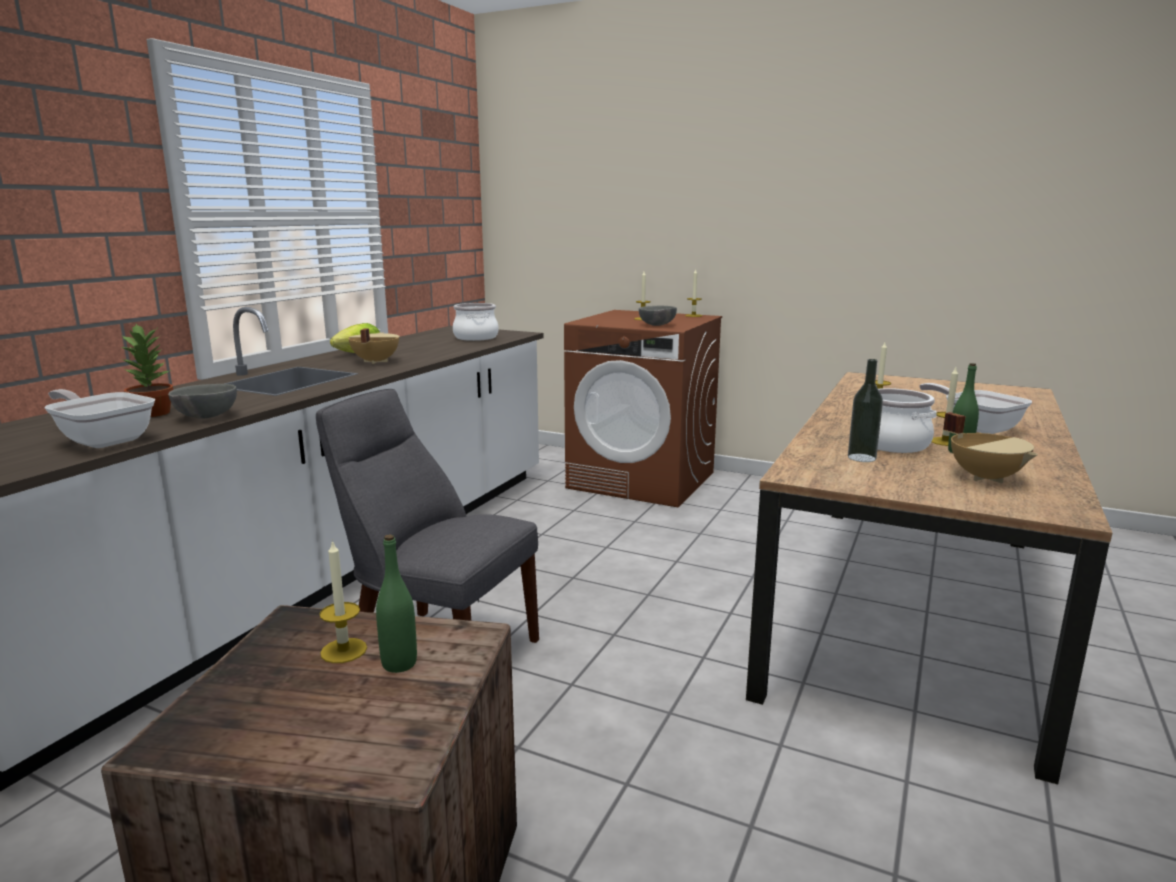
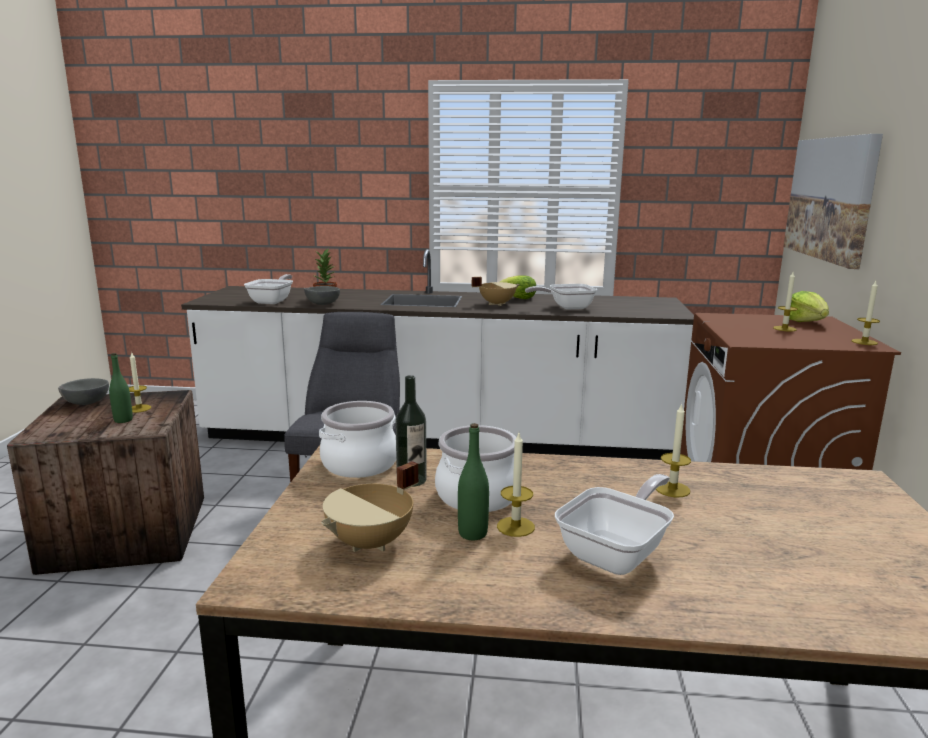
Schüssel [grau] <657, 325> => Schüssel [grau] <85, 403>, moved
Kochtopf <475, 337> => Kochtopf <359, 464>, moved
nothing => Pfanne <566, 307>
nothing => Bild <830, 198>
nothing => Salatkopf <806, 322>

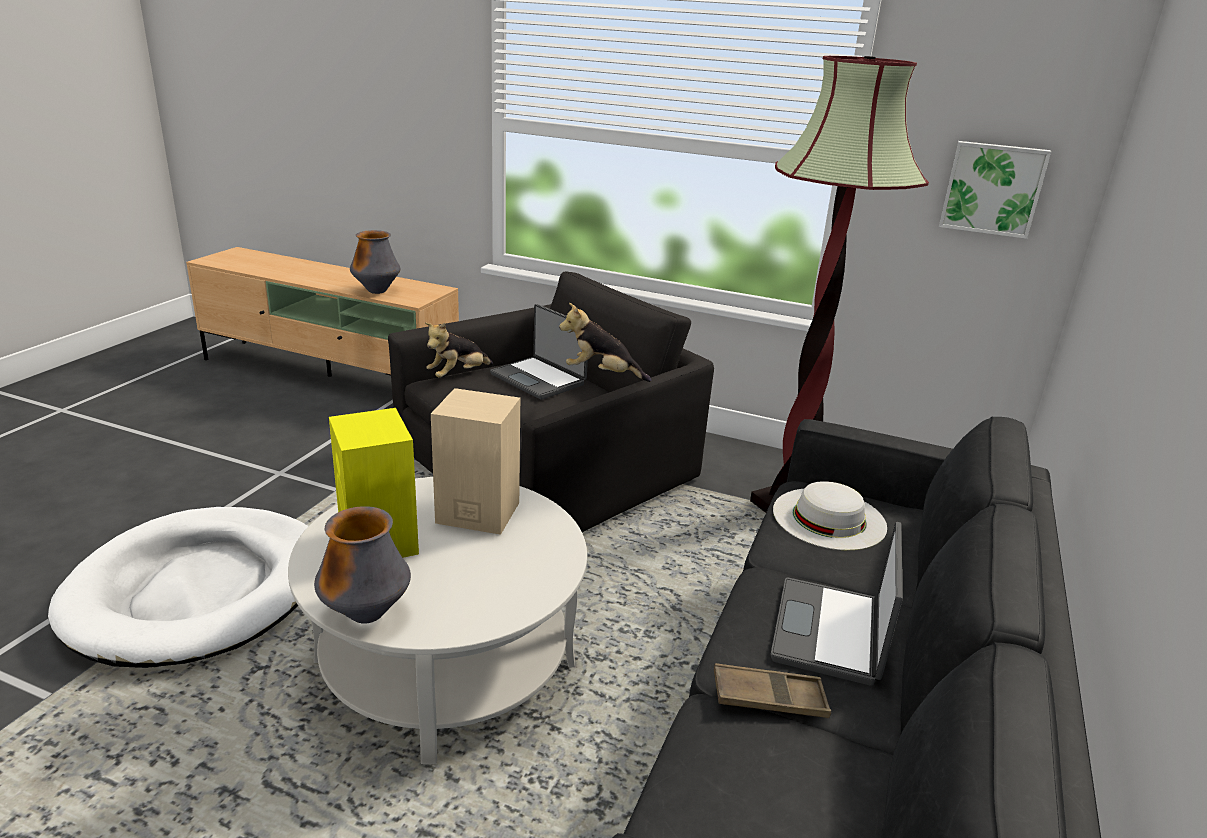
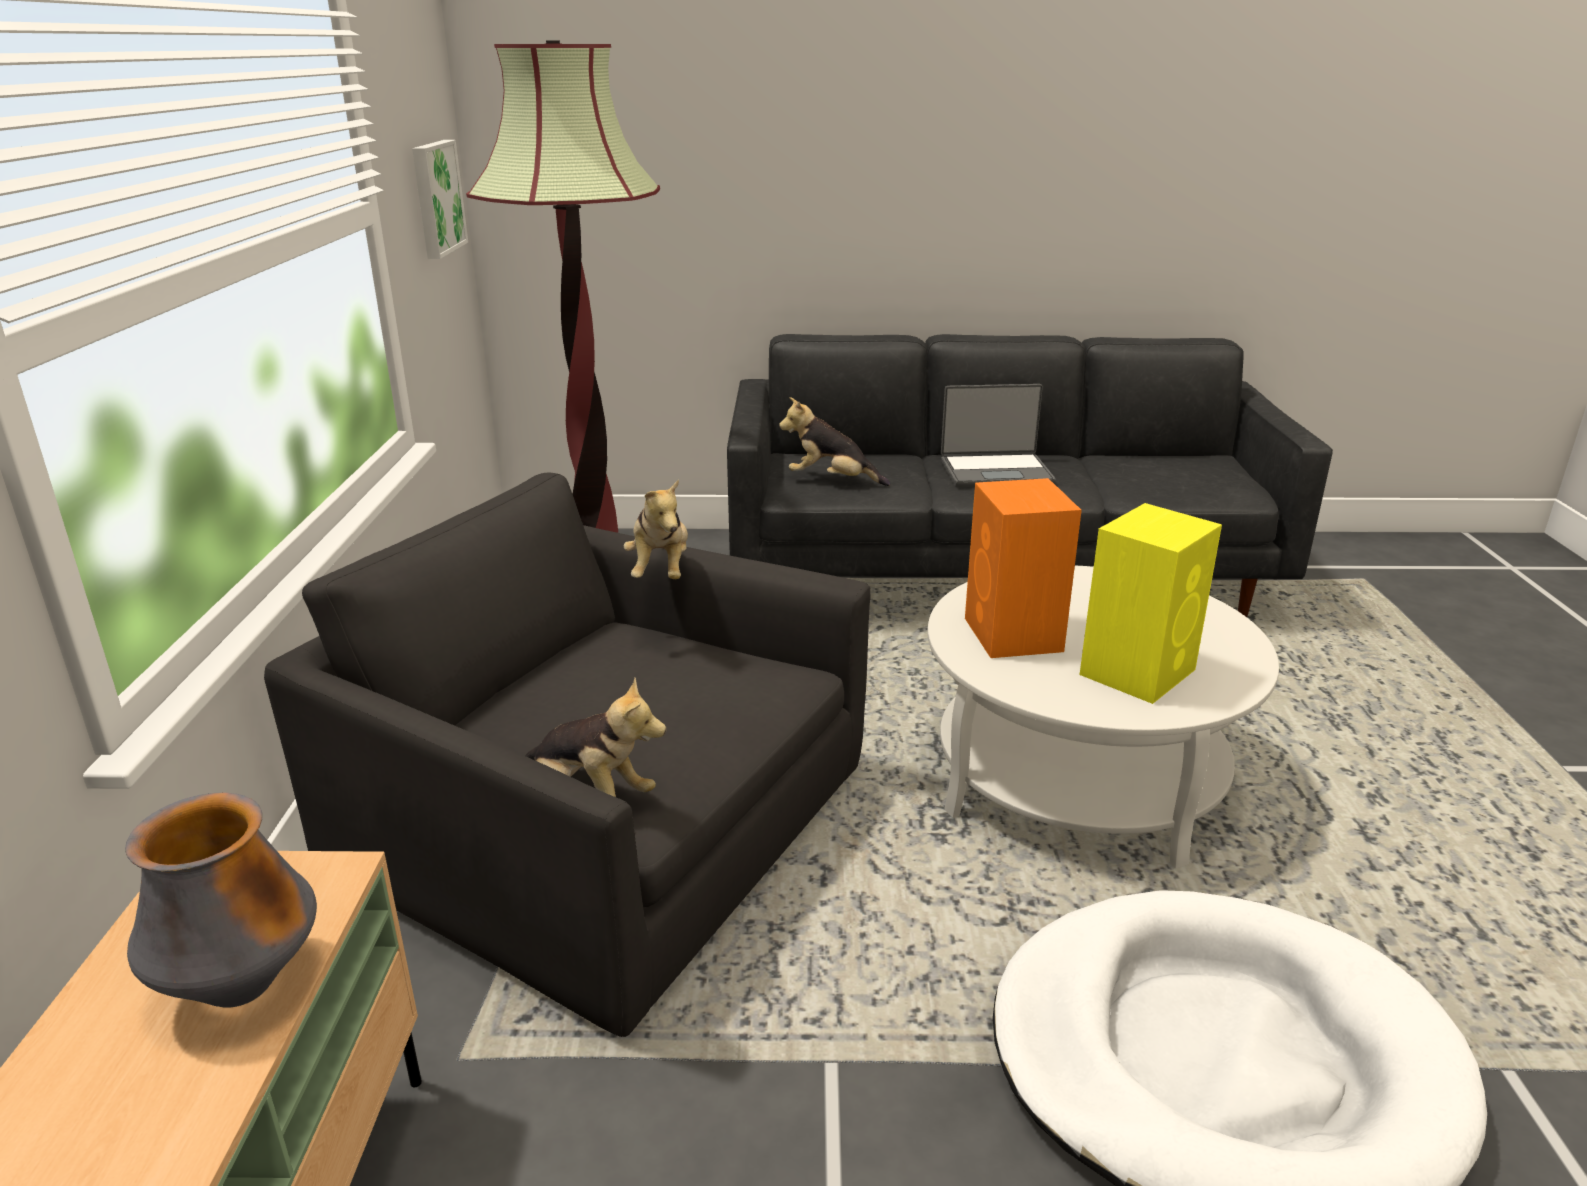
Hut [weiß] <829, 518> => Plüschtier <831, 481>
Lautsprecher [beige] <476, 512> => Lautsprecher [orange] <1014, 636>
Vase <366, 614> => nothing
Laptop <539, 379> => nothing
Tablett [braun] <769, 698> => nothing

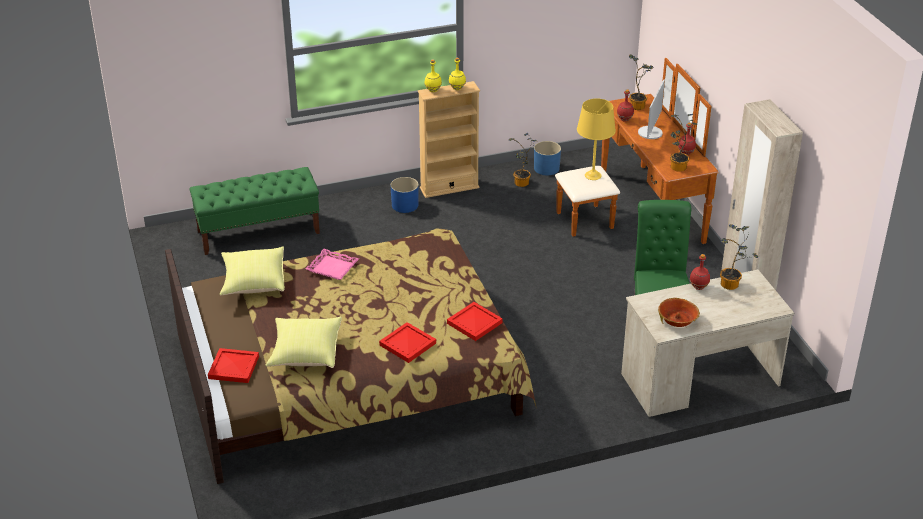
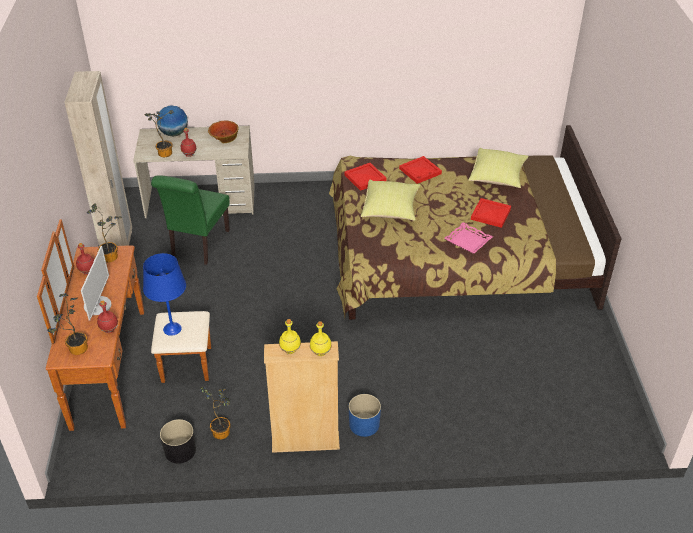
Monitor <650, 133> => Monitor <98, 305>, 150 degrees clockwise
Tischlampe [gelb] <592, 175> => Tischlampe [blau] <172, 329>
nothing => Globus <174, 133>
Pflanzkübel [blau] <546, 168> => Pflanzkübel [schwarz] <180, 450>
Kissen [gelb] <253, 282> => Kissen [gelb] <390, 210>, moved
Tablett [rot] <234, 367> => Tablett [rot] <490, 214>, moved
Bank [grün] <259, 232> => nothing

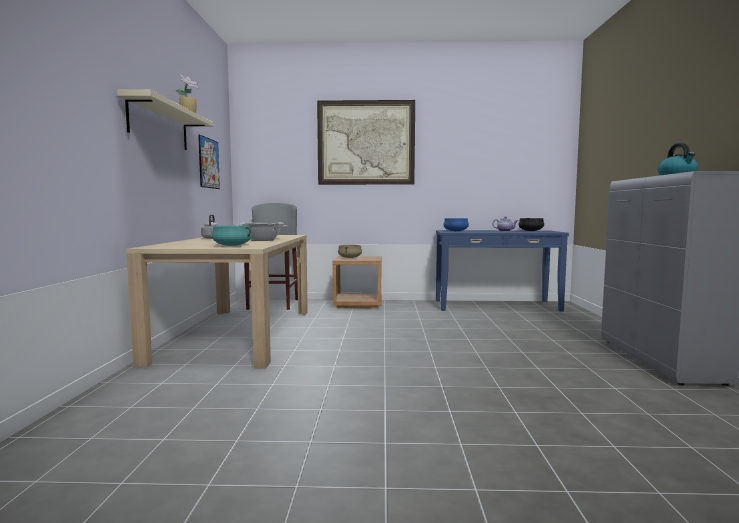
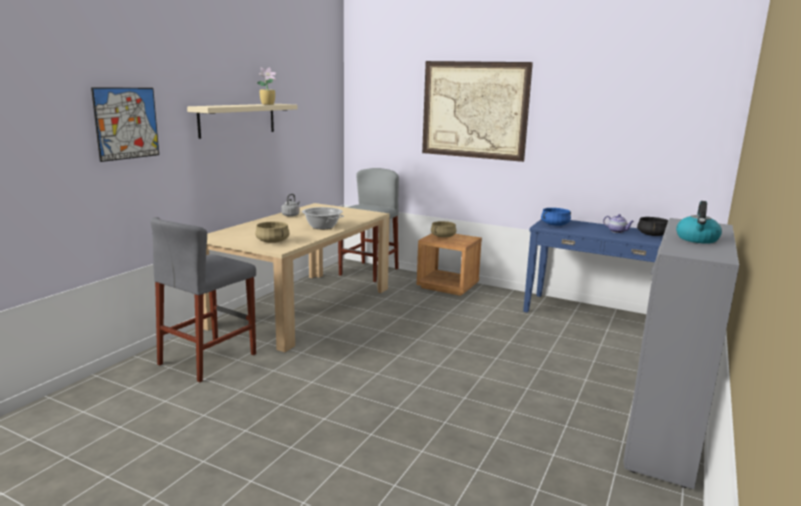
Bild <209, 163> => Bild <126, 123>, moved
nothing => Hocker [grau] <208, 359>
Kochtopf [türkis] <232, 245> => Kochtopf [beige] <273, 241>

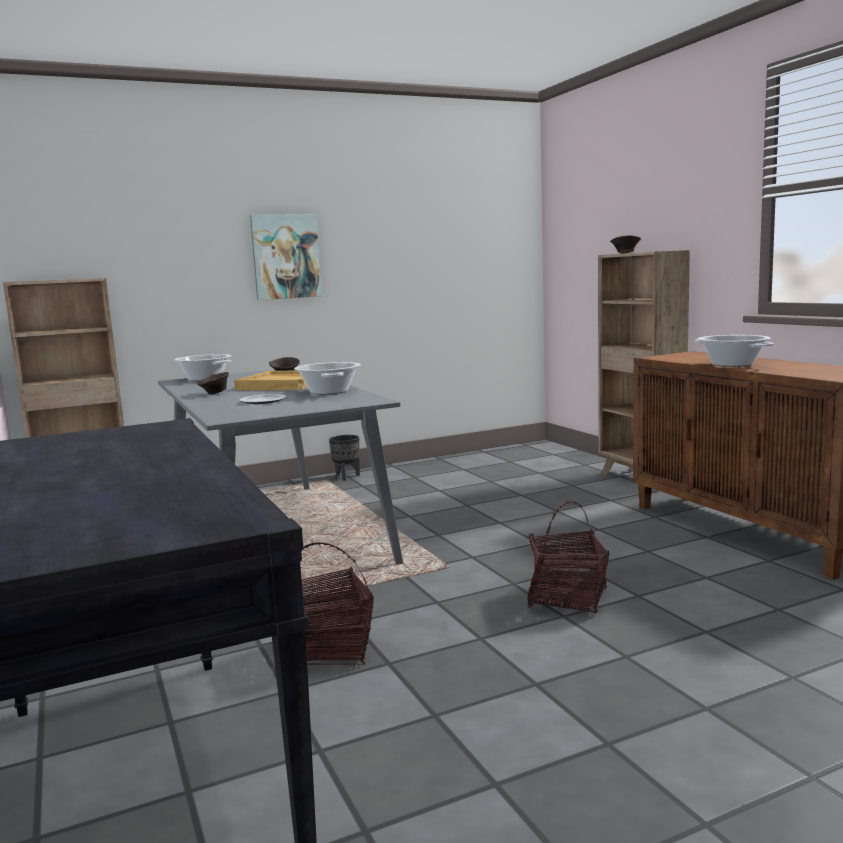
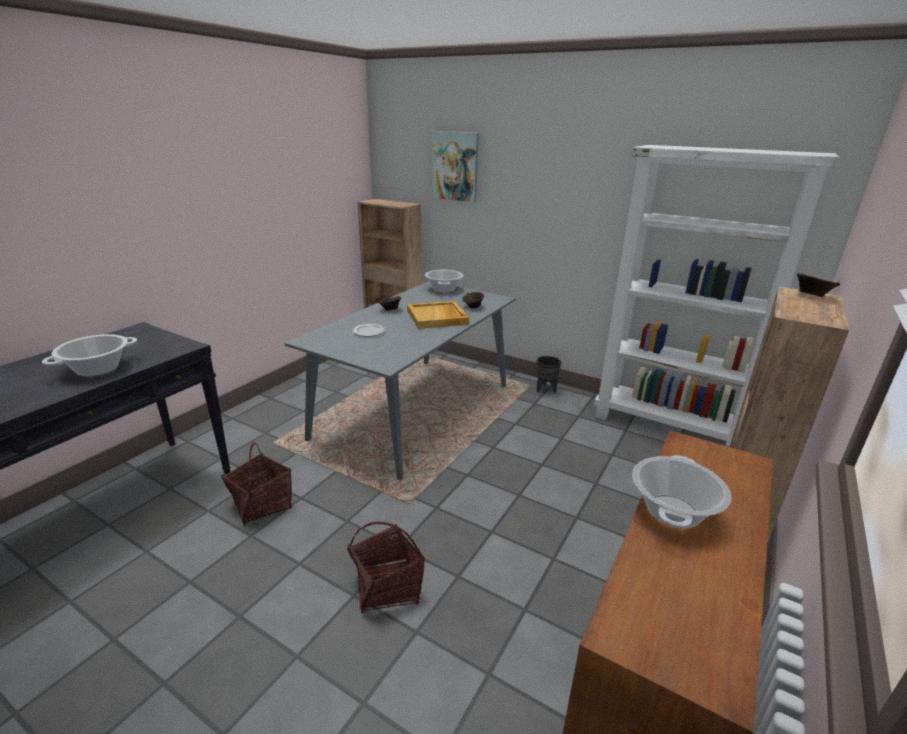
Kochtopf <328, 392> => Kochtopf <97, 369>, moved
Bild <286, 256> => Bild <455, 166>, moved
nothing => Bücherregal [weiß] <667, 426>

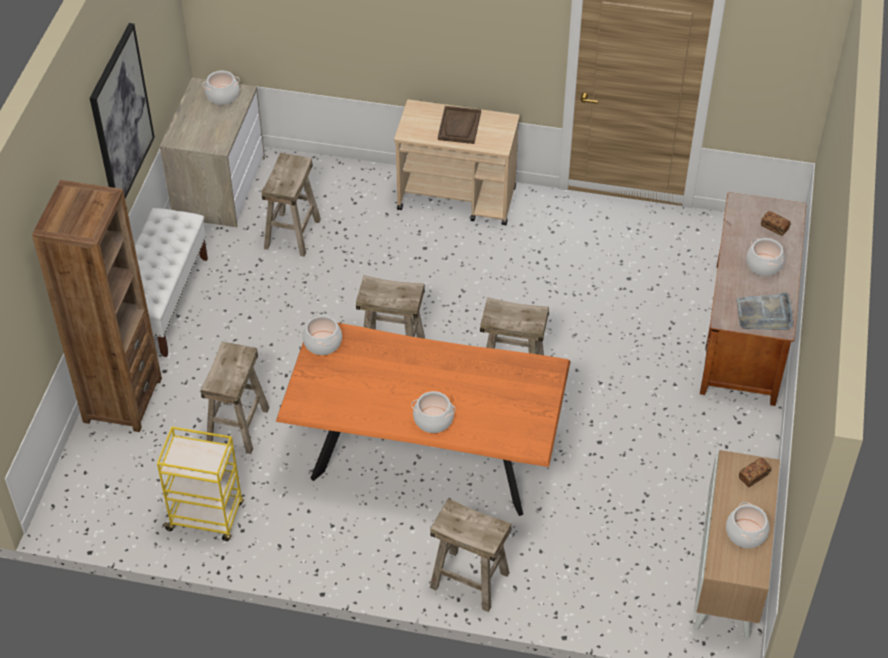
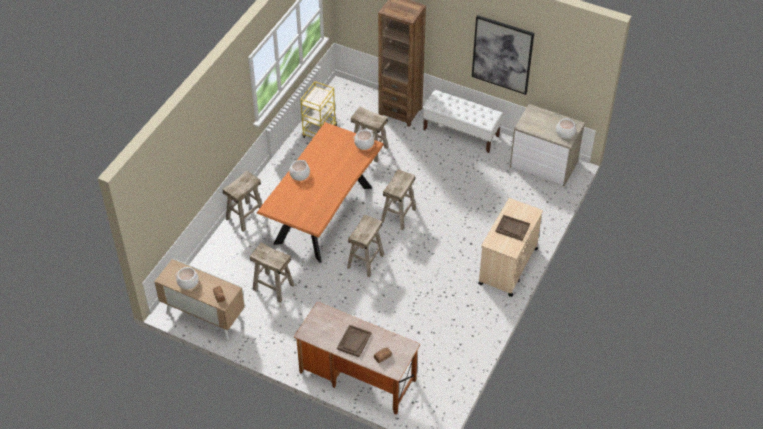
Hocker [beige] <293, 234> => Hocker [beige] <273, 287>, moved
Kochtopf <764, 265> => Tablett [braun] <354, 341>
Tablett [grau] <764, 314> => nothing

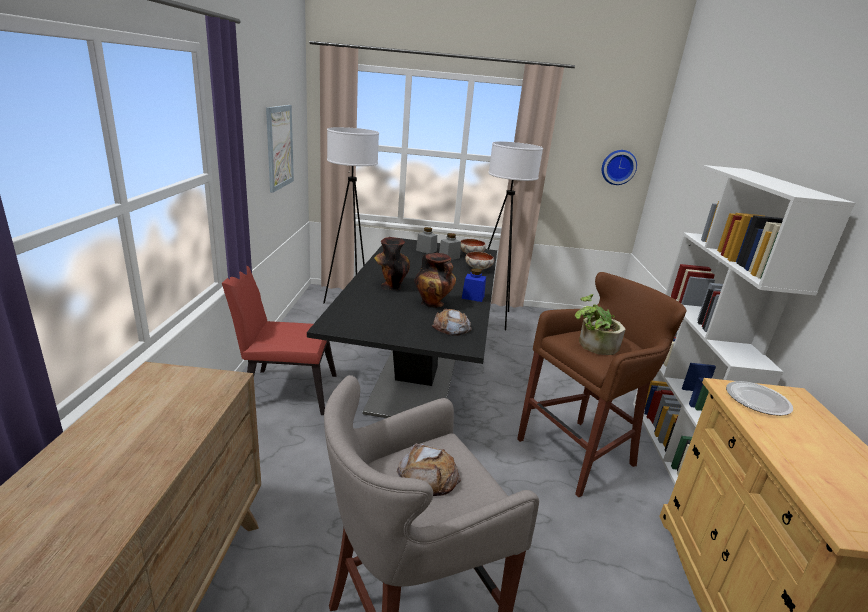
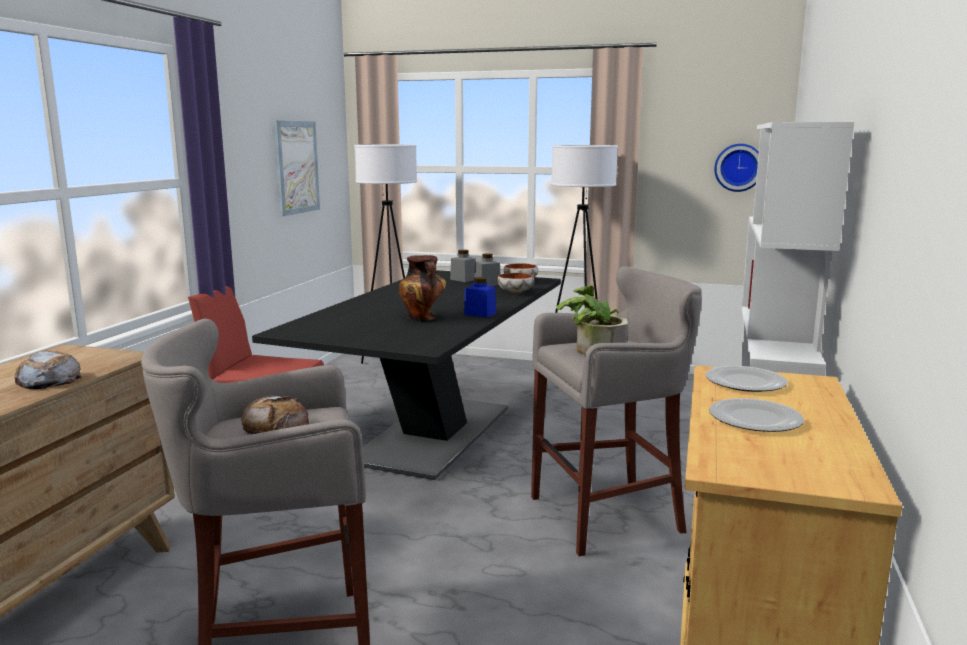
Brot <451, 327> => Brot <48, 380>, moved
Hocker [braun] <579, 453> => Hocker [grau] <610, 515>
nothing => Teller <754, 418>
Vase <390, 286> => nothing

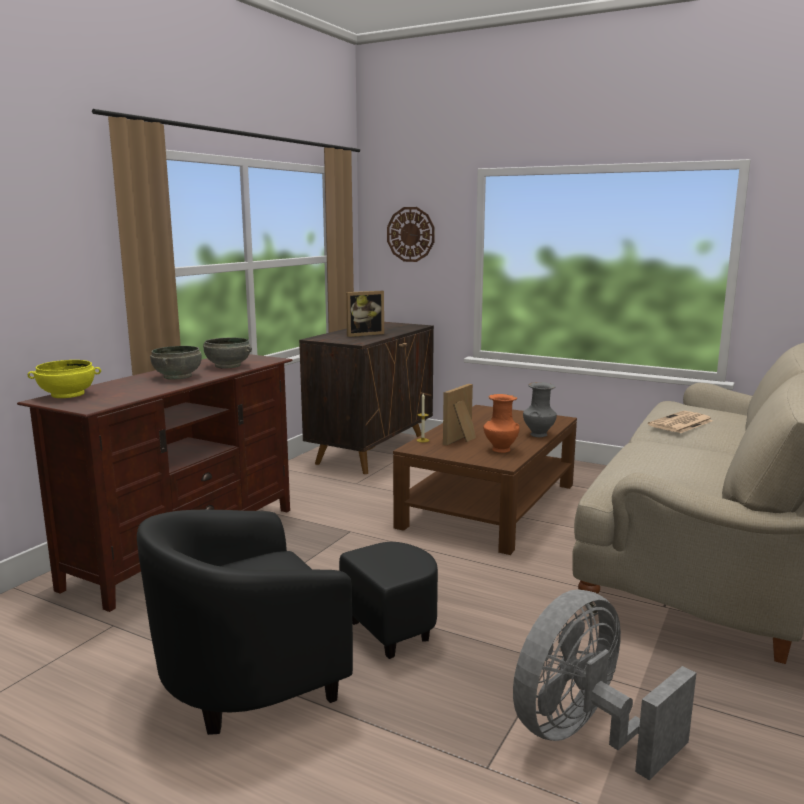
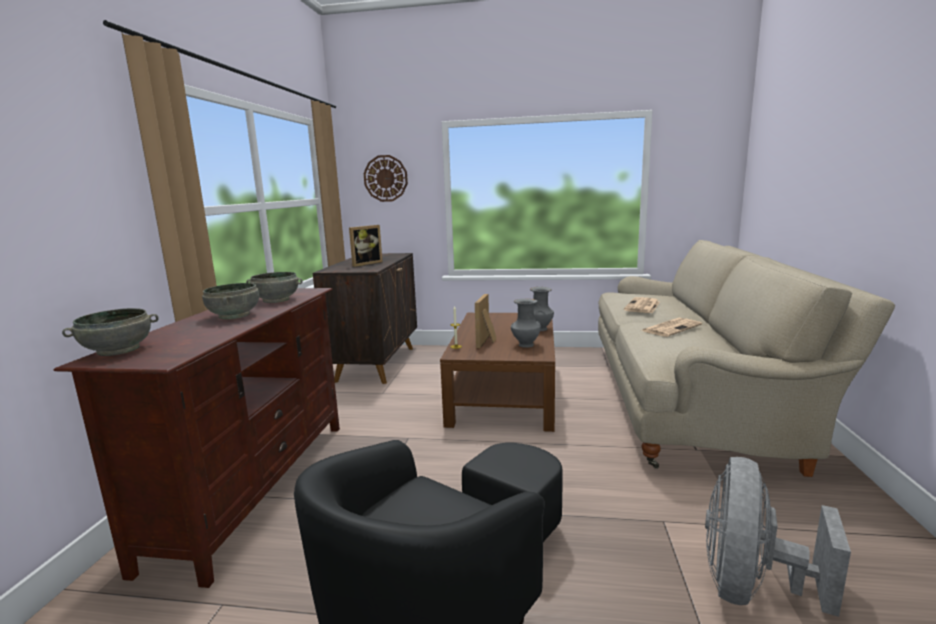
Schüssel [gelb] <67, 394> => Schüssel [grau] <118, 350>
Vase [orange] <500, 450> => Vase [grau] <525, 345>
nothing => Zeitung <671, 328>

